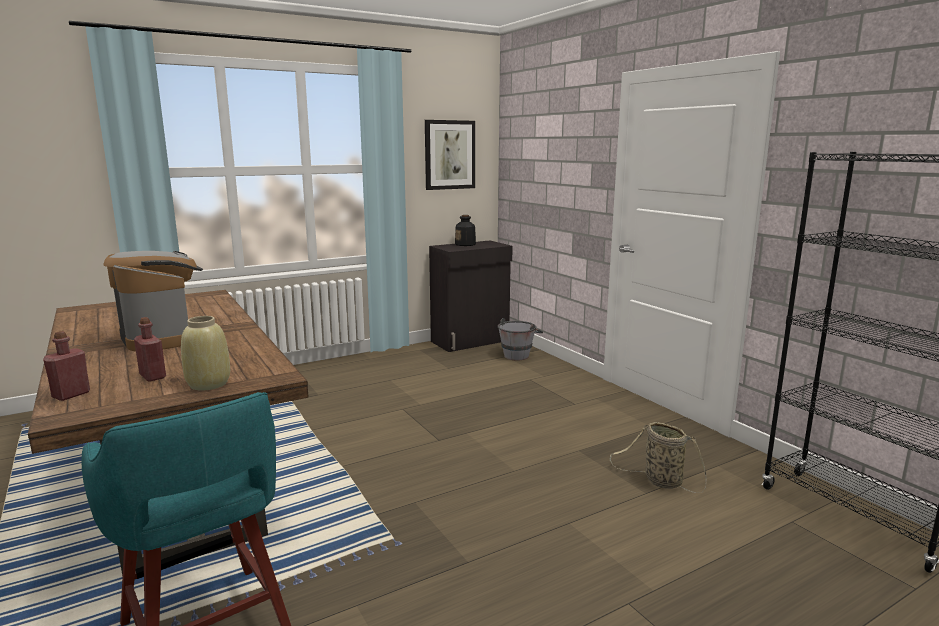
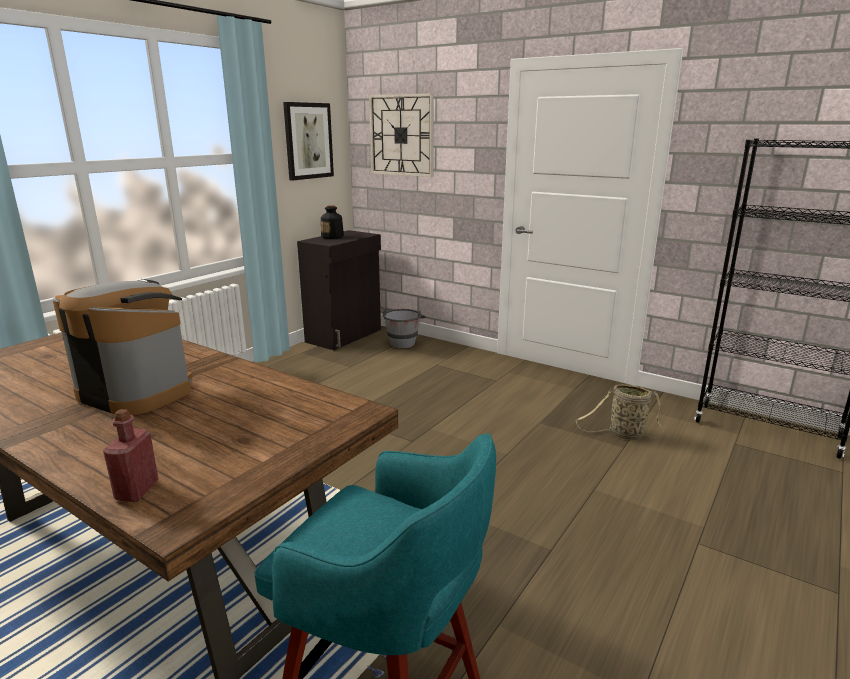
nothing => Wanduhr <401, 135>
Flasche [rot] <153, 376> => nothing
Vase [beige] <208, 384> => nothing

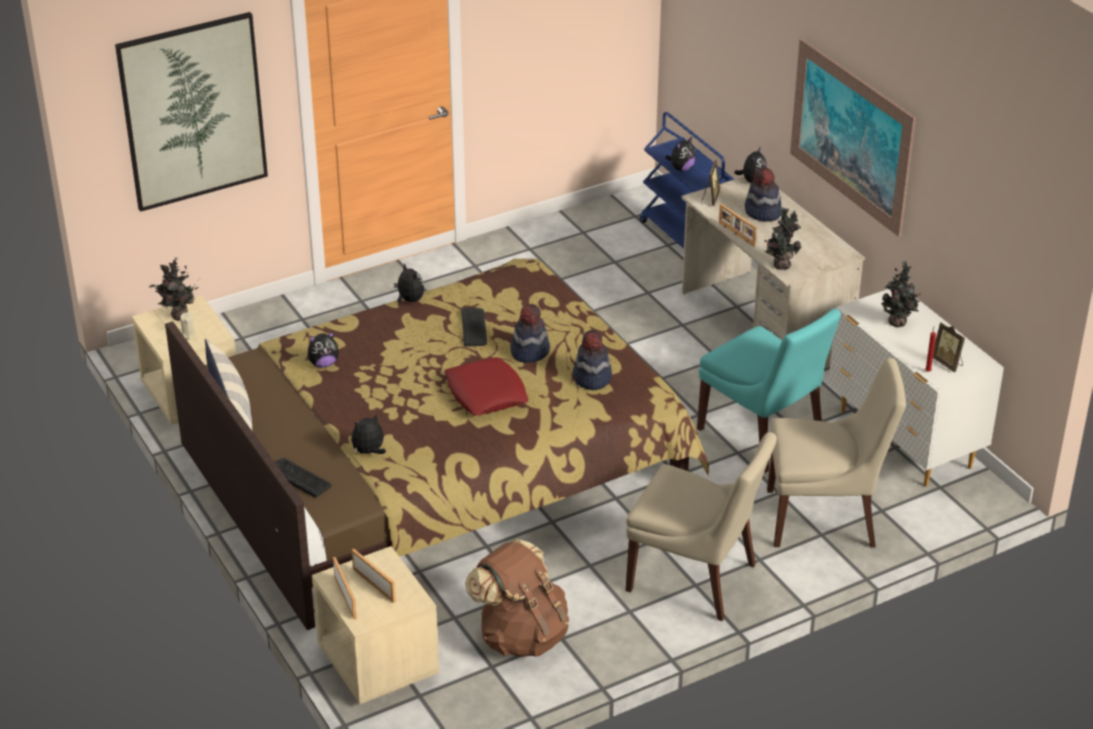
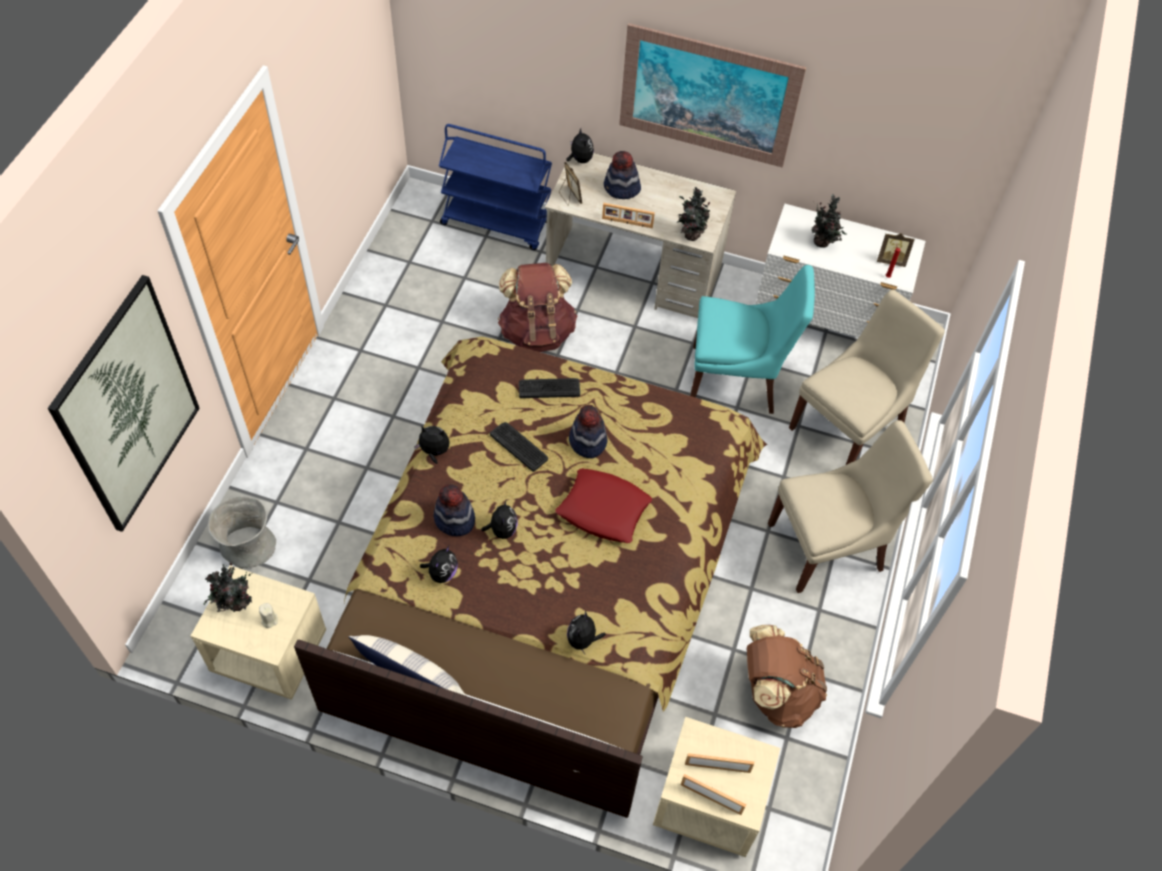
nothing => Vase [grau] <248, 545>
Hut <591, 378> => Hut <454, 519>, moved
Plüschtier <681, 168> => Plüschtier <502, 530>, moved
nothing => Rucksack [braun] <537, 331>
Tastatur <299, 478> => Tastatur <549, 388>, moved

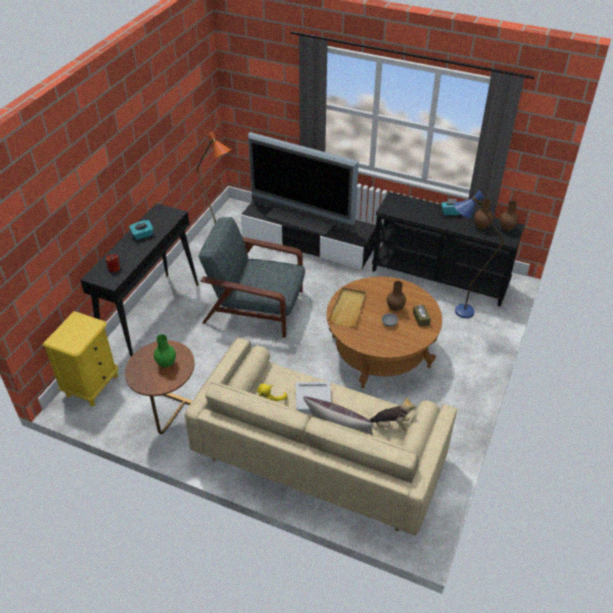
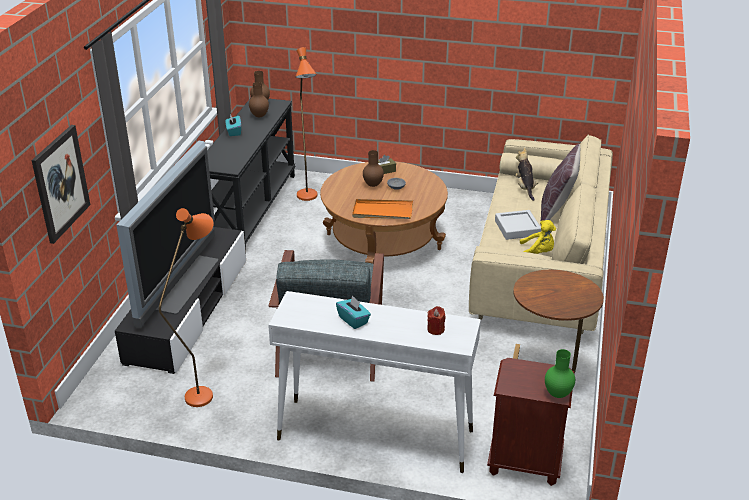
nothing => Bild <60, 183>
Konsolentisch [schwarz] <151, 316> => Konsolentisch [weiß] <374, 435>
Stehlampe [blau] <457, 312> => Stehlampe [orange] <309, 199>
Tablett [beige] <348, 308> => Tablett [orange] <382, 212>
Nachttisch [gelb] <92, 385> => Nachttisch [braun] <524, 463>
Vase [grün] <166, 364> => Vase [grün] <557, 394>, moved

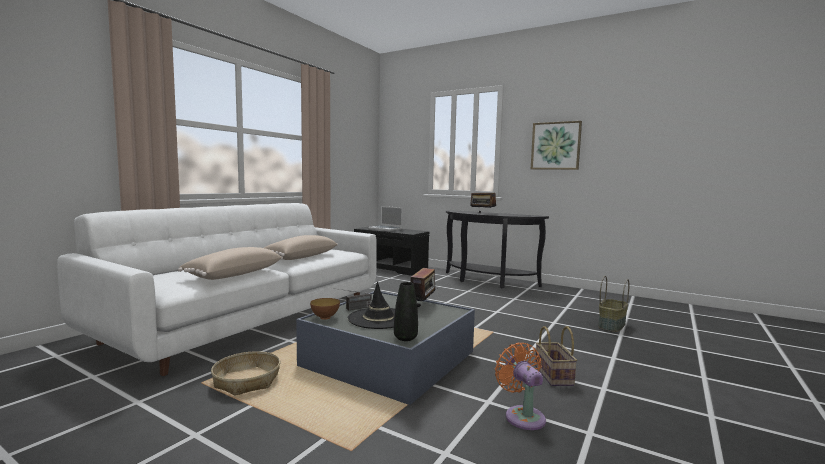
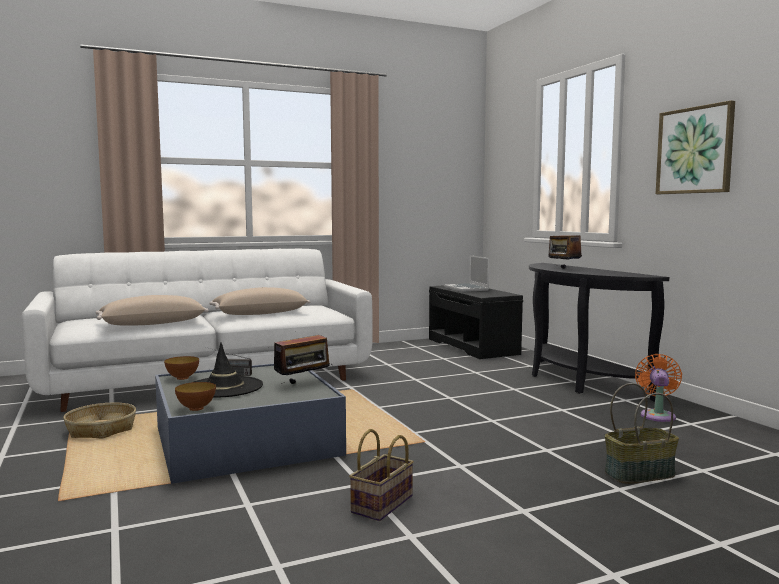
Vase [schwarz] <405, 338> => Schüssel <196, 408>
Ventilator [orange] <522, 415> => Ventilator [orange] <657, 415>, moved

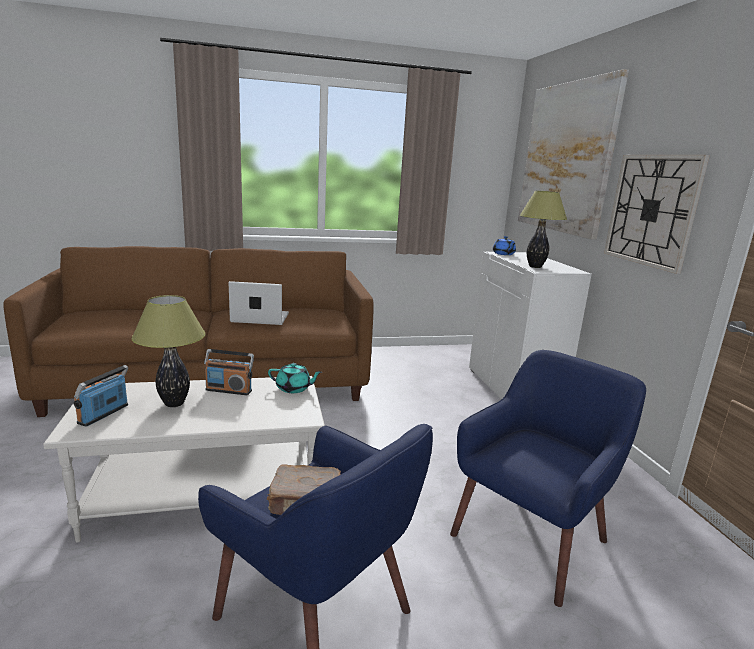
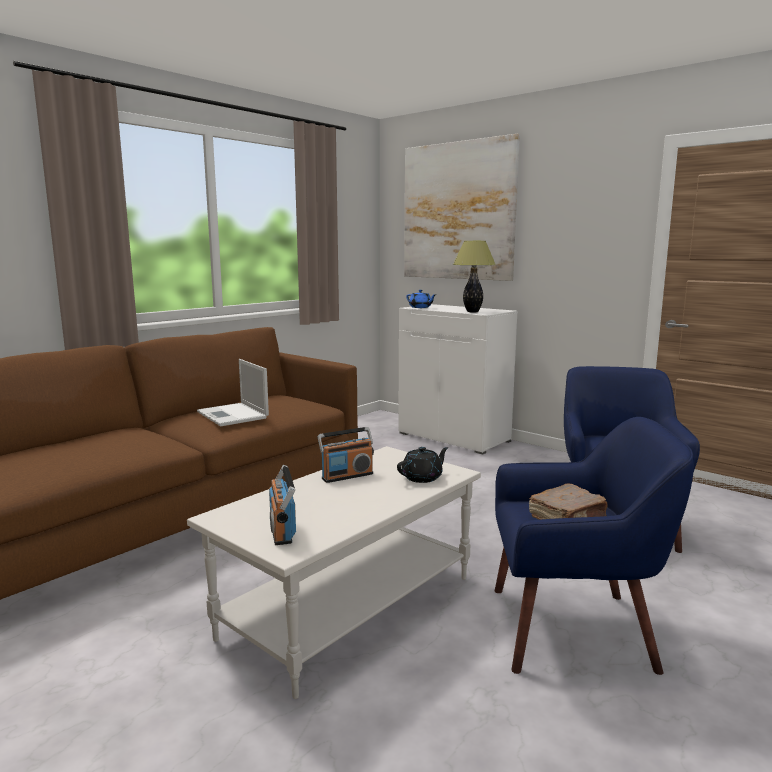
Laptop <259, 318> => Laptop <233, 415>, 90 degrees counterclockwise
nothing => Teekanne [schwarz] <422, 477>
Tischlampe <174, 404> => nothing
Teekanne [türkis] <294, 388> => nothing
Wanduhr <652, 210> => nothing

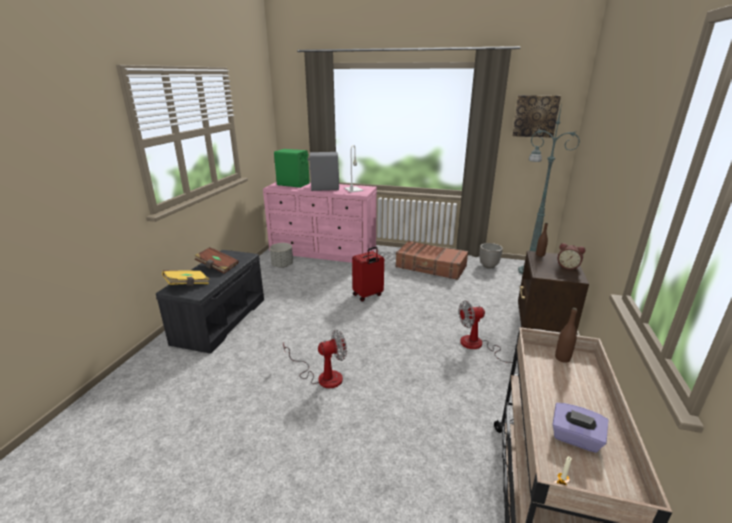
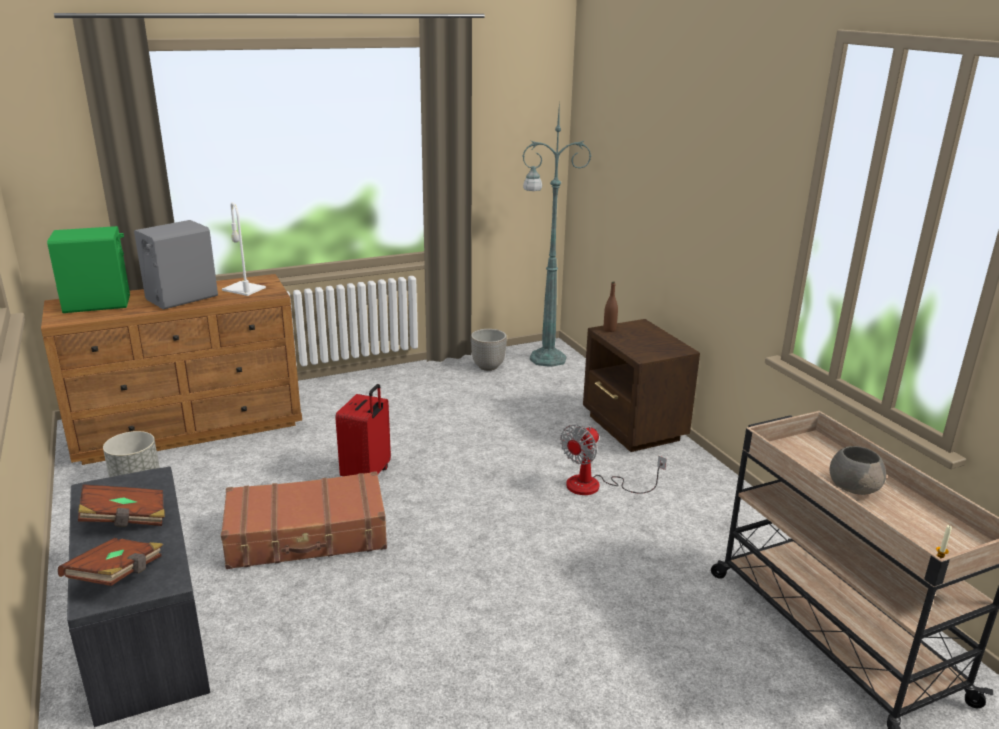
Kommode [rosa] <324, 252> => Kommode [braun] <191, 428>
Buch [gelb] <187, 285> => Buch [braun] <117, 575>
Koffer [braun] <431, 267> => Koffer [braun] <307, 535>, moved
nothing => Schüssel [grau] <853, 487>
Ventilator <322, 376> => nothing
Bild <535, 116> => nothing
Taschentuchbox [lila] <575, 438> => nothing
Flasche [braun] <562, 358> => nothing
Wecker <568, 266> => nothing

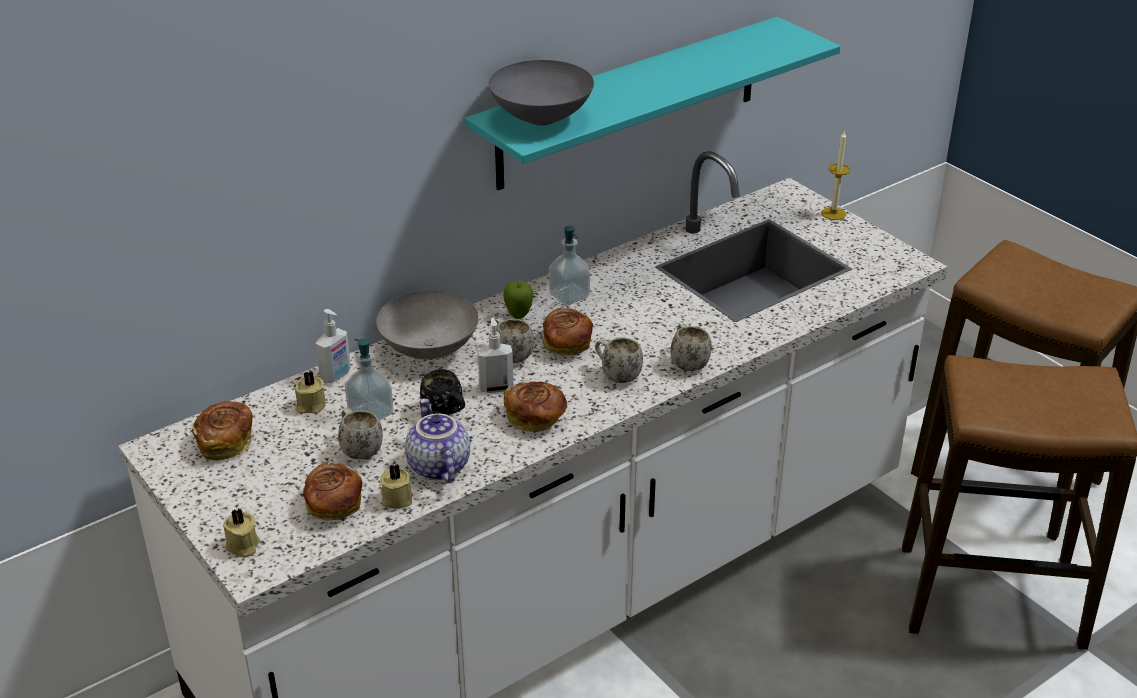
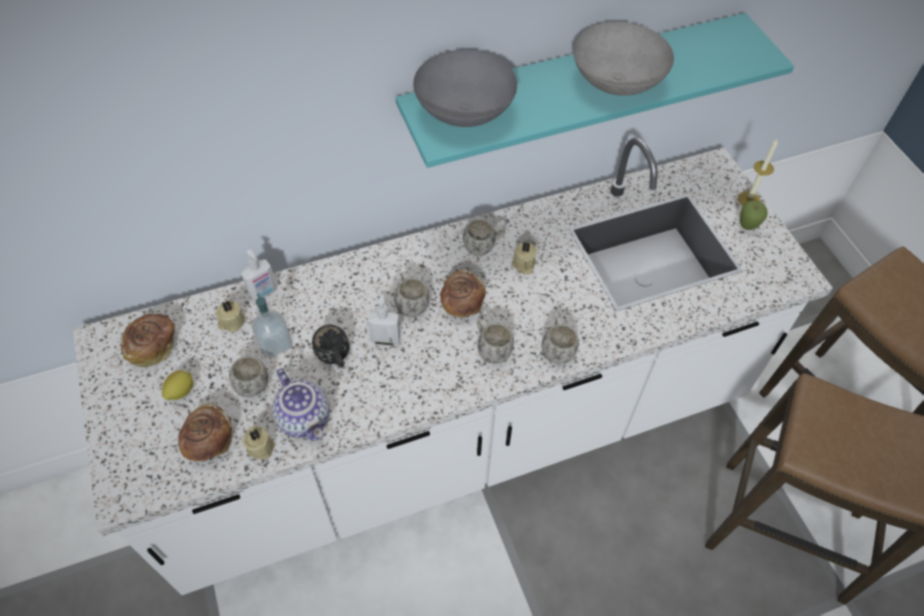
nothing => Zitrone <180, 391>
Teekanne <437, 466> => Teekanne <306, 418>, 150 degrees clockwise
Seifenspender <569, 296> => Henkelbecher [weiß] <483, 246>
Kerze [beige] <242, 546> => Kerze [beige] <523, 264>, moved
Schüssel [grau] <428, 349> => Schüssel [grau] <615, 82>, moved
Apfel <518, 316> => Apfel <746, 227>, moved
Brot <536, 419> => nothing

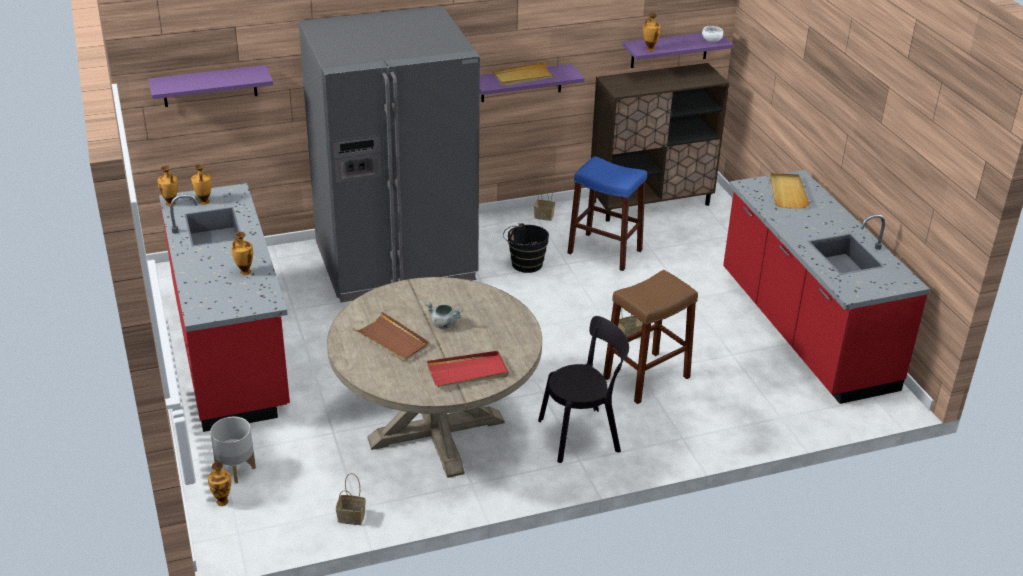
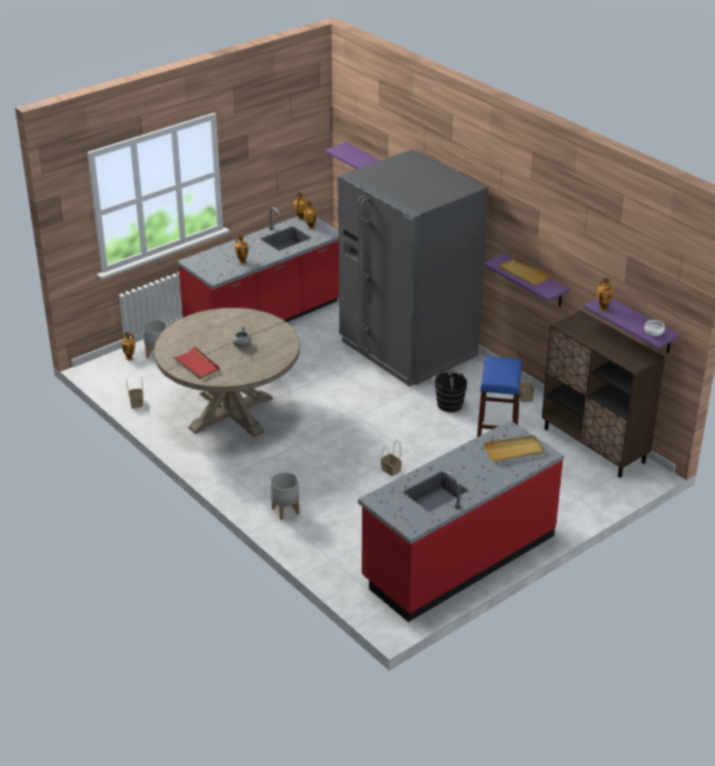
nothing => Pflanzkübel [grau] <285, 511>
Tablett [braun] <392, 340> => nothing
Stuhl [schwarz] <583, 434> => nothing
Hocker [braun] <646, 377> => nothing

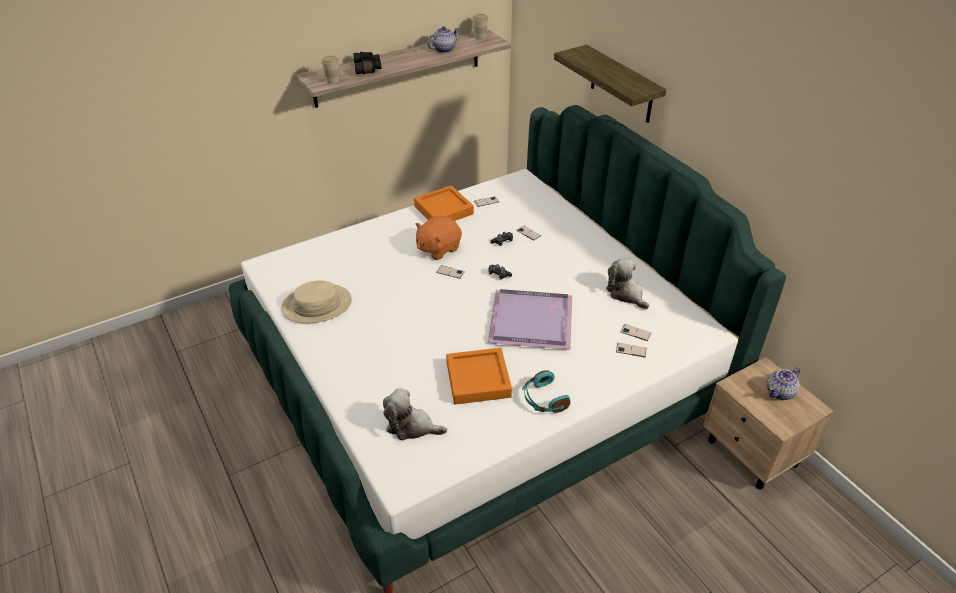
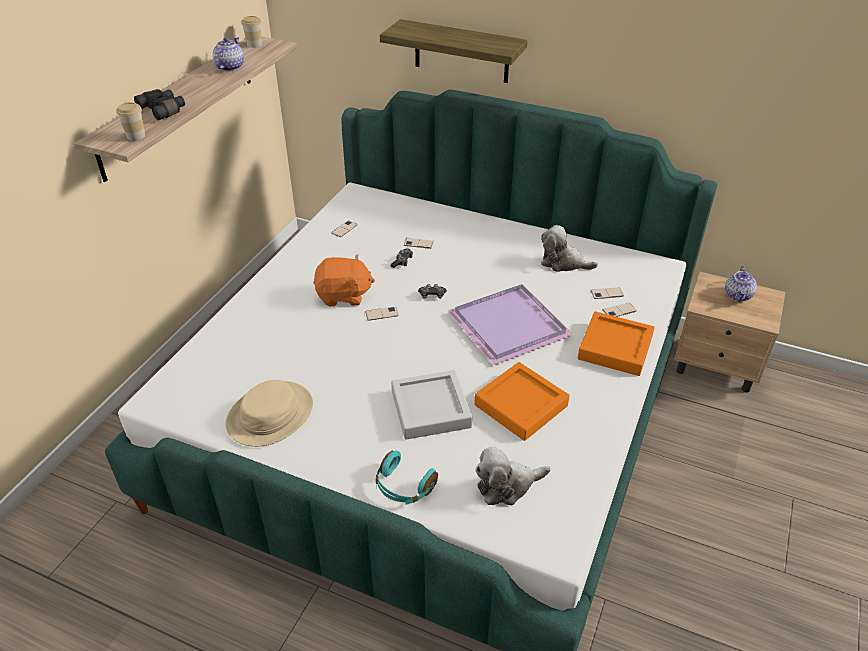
Plüschtier [orange] <438, 248> => Plüschtier [orange] <343, 295>, 105 degrees counterclockwise
Kopfhörer [türkis] <543, 399> => Kopfhörer [türkis] <403, 487>, moved
nothing => Tablett [grau] <430, 409>
Tablett [orange] <443, 210> => Tablett [orange] <615, 348>, moved

